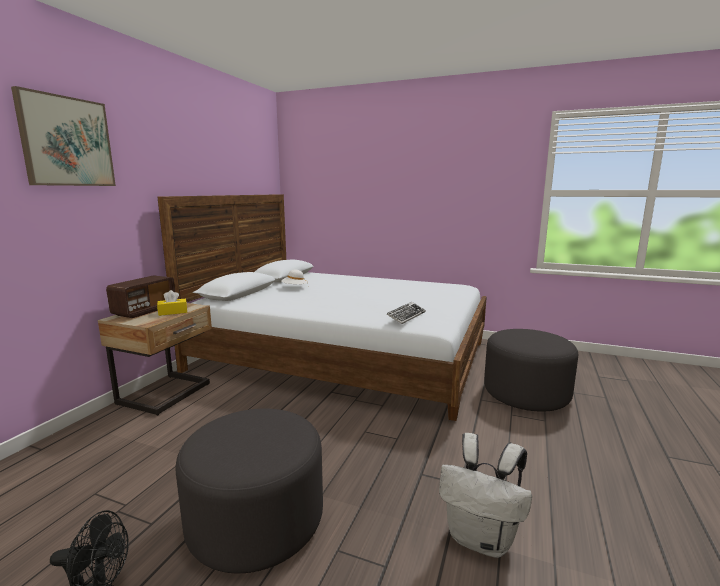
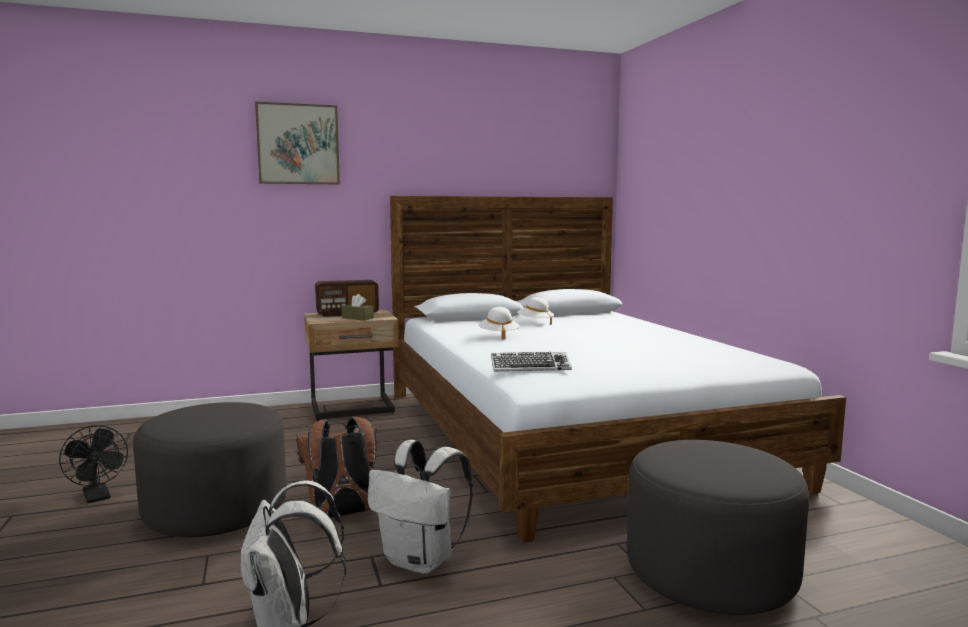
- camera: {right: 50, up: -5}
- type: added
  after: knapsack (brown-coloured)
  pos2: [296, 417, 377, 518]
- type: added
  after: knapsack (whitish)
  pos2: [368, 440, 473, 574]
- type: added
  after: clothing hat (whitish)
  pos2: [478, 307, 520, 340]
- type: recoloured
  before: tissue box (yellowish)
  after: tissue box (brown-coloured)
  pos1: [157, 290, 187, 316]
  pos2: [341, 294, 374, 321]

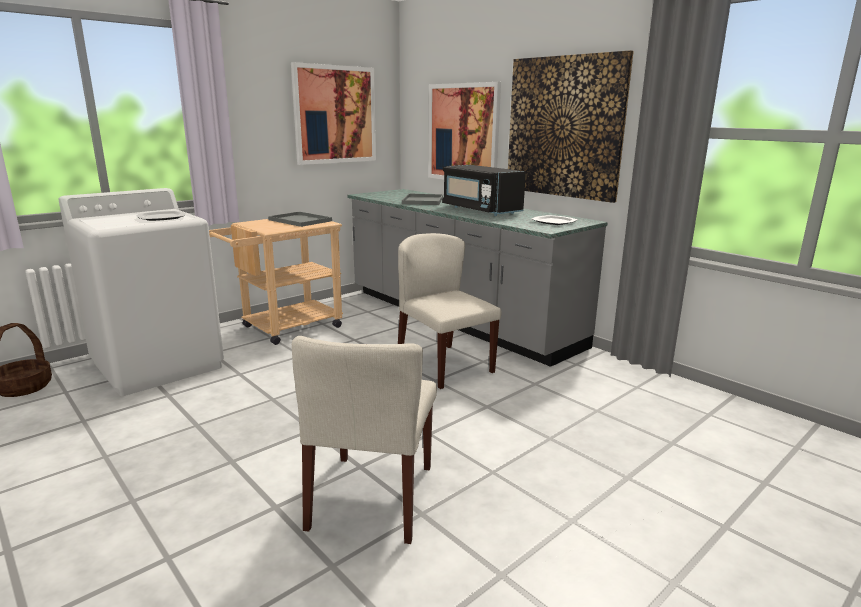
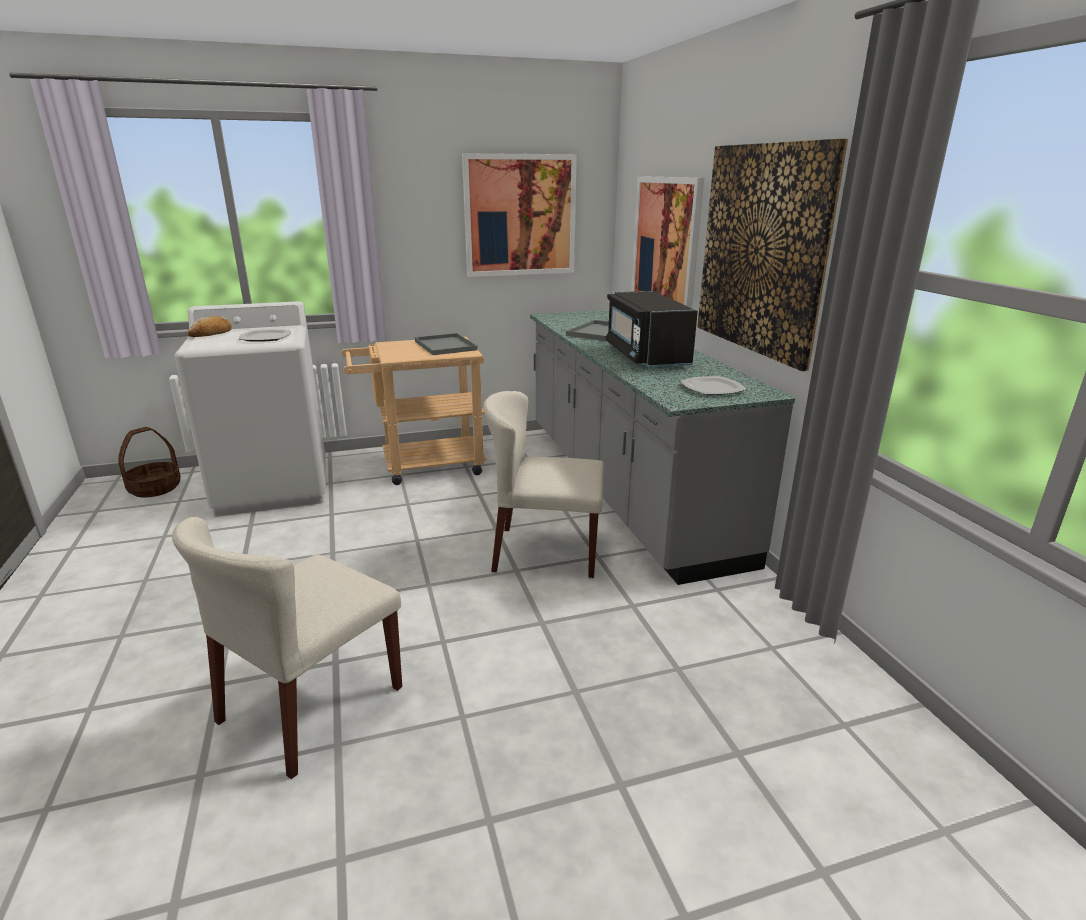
- camera: {right: 25, up: 5}
- type: added
  after: bread
  pos2: [187, 316, 232, 337]
- type: turned
  before: upright chair (beige-coloured)
  pos1: [398, 233, 501, 389]
  pos2: [483, 391, 604, 578]
  turn: -75

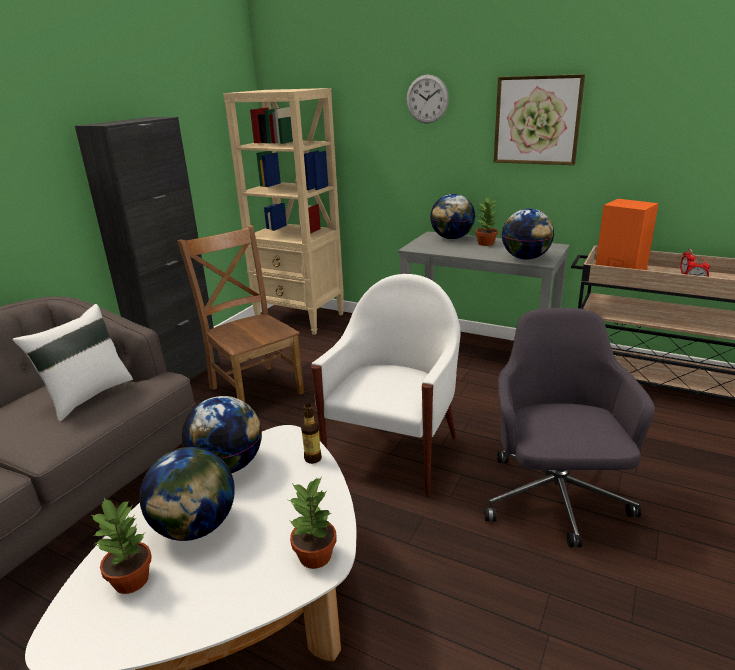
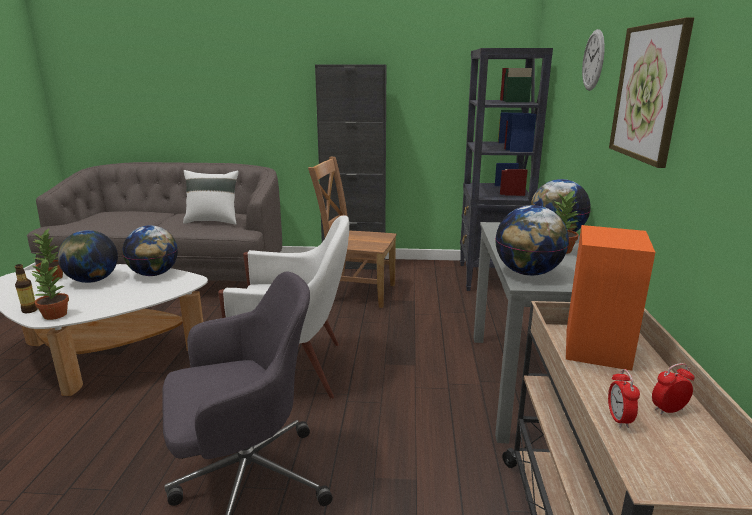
- camera: {right: 65, up: -5}
- type: moved
  before: drink bottle
  pos1: [301, 404, 322, 464]
  pos2: [15, 264, 38, 313]
- type: recoloured
  before: shelving unit (beige-coloured)
  after: shelving unit (black-coloured)
  pos1: [223, 88, 344, 335]
  pos2: [460, 48, 553, 291]
- type: turned
  before: upright chair (brown-coloured)
  pos1: [177, 225, 304, 402]
  pos2: [308, 157, 397, 308]
  turn: -105

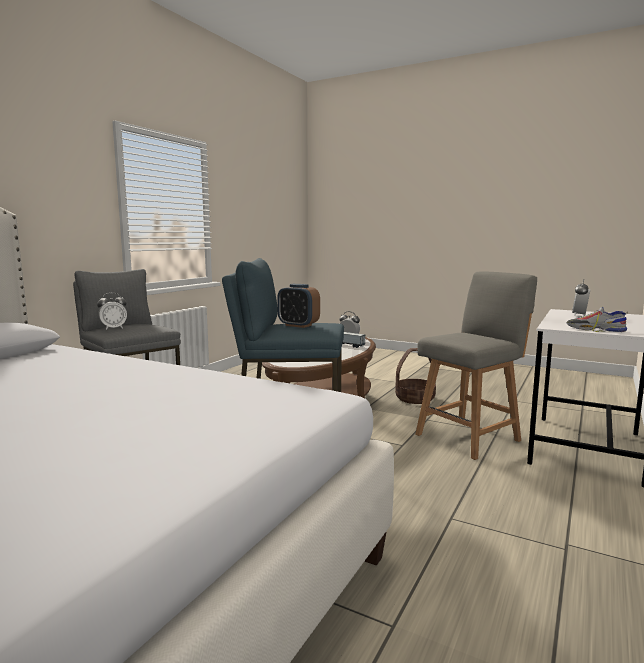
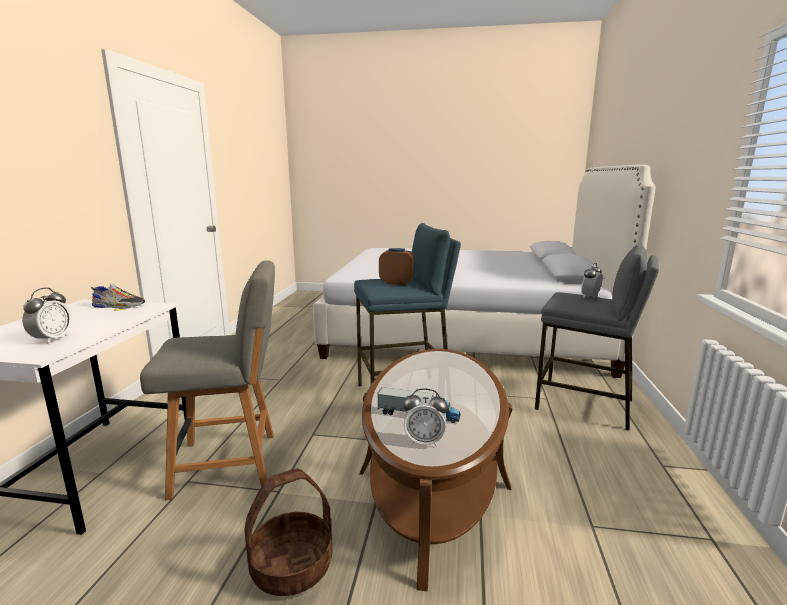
- camera: {right: 160, up: 5}
- type: turned
  before: upright chair (gray)
  pos1: [415, 271, 537, 460]
  pos2: [140, 261, 275, 500]
  turn: -135

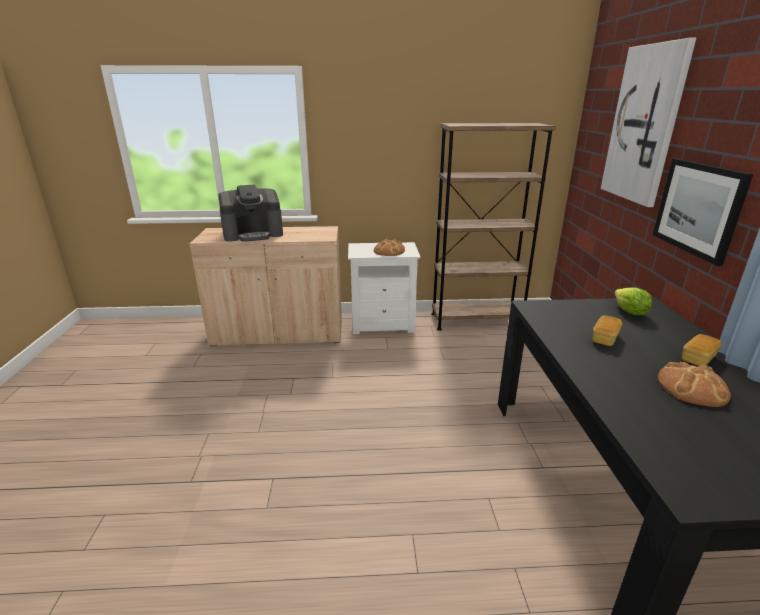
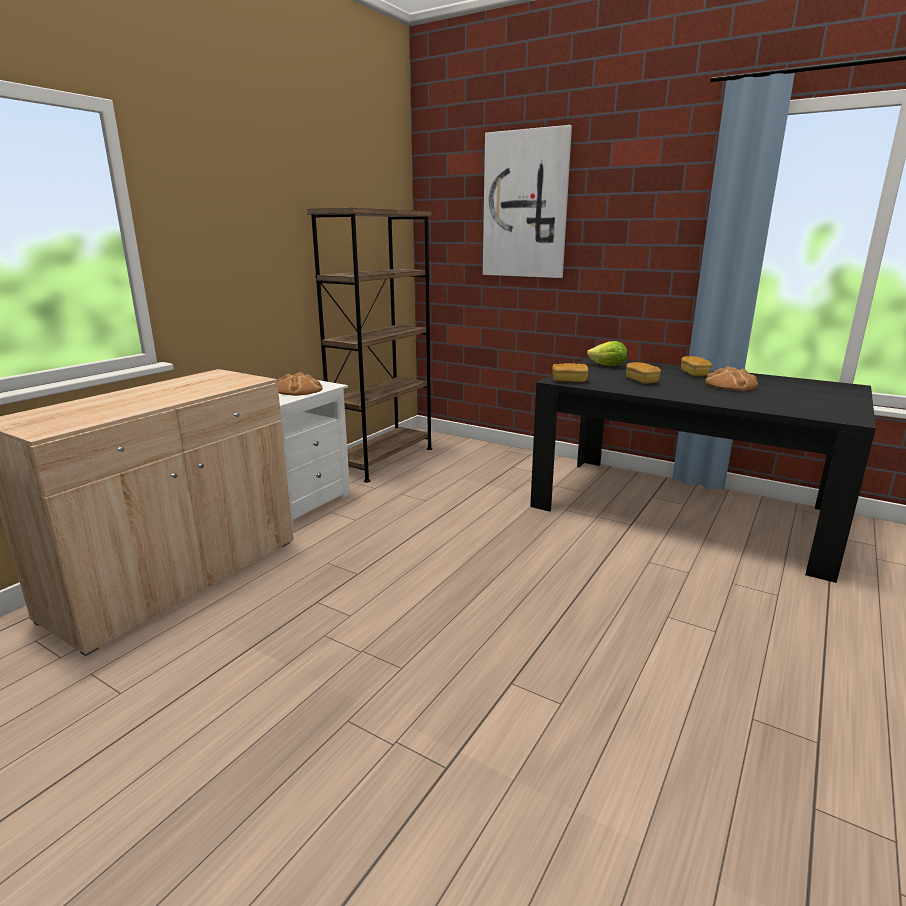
- camera: {right: -55, up: -5}
- type: removed
  before: coffee brewer
  pos1: [218, 185, 283, 242]
- type: removed
  before: wall art
  pos1: [653, 159, 753, 266]
- type: added
  after: bread
  pos2: [552, 363, 588, 382]

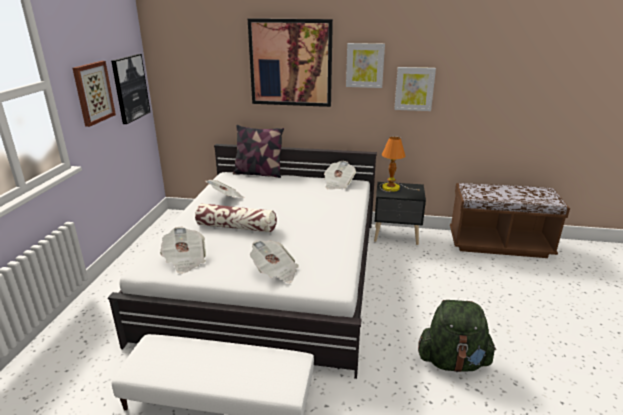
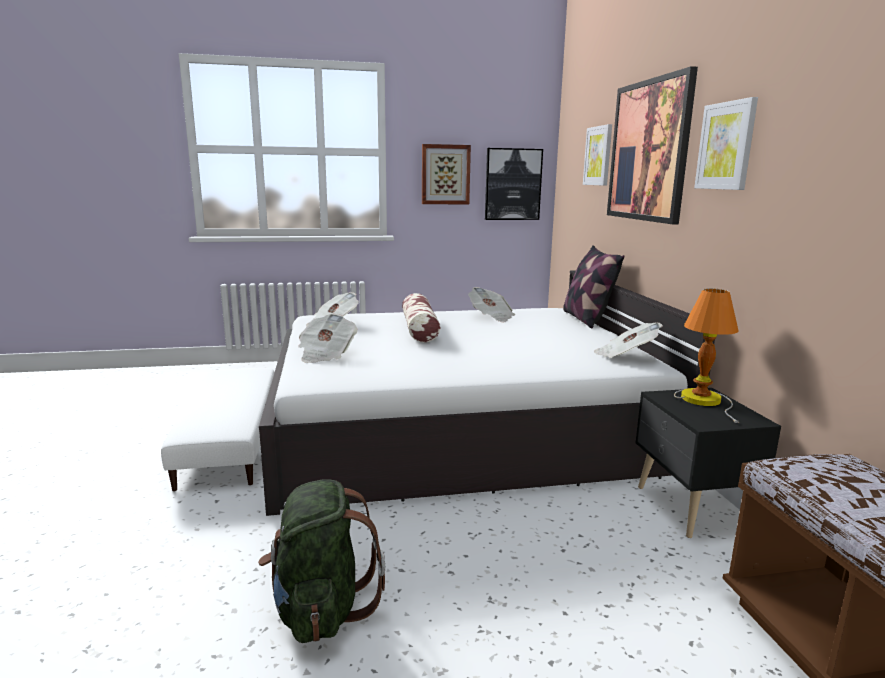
- camera: {right: 70, up: -10}
- type: moved
  before: wall art
  pos1: [394, 67, 436, 111]
  pos2: [583, 124, 612, 186]

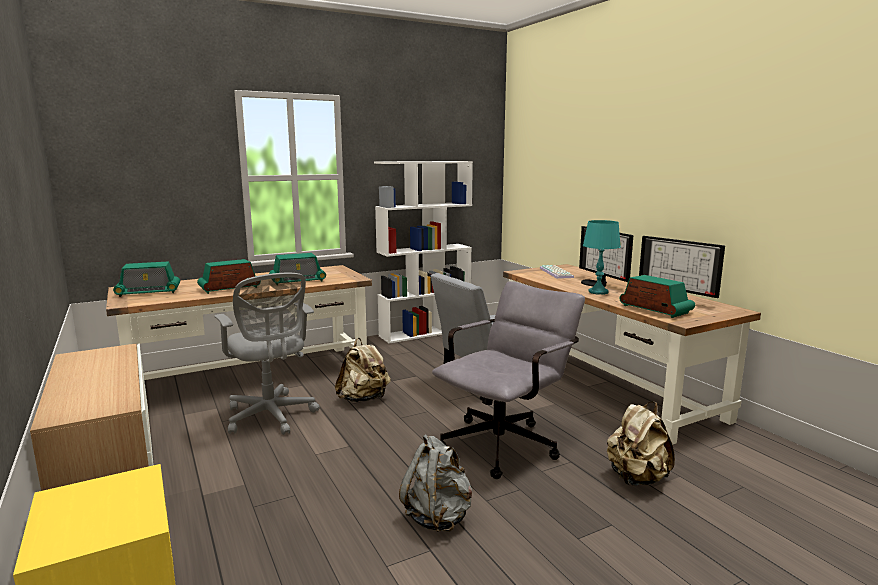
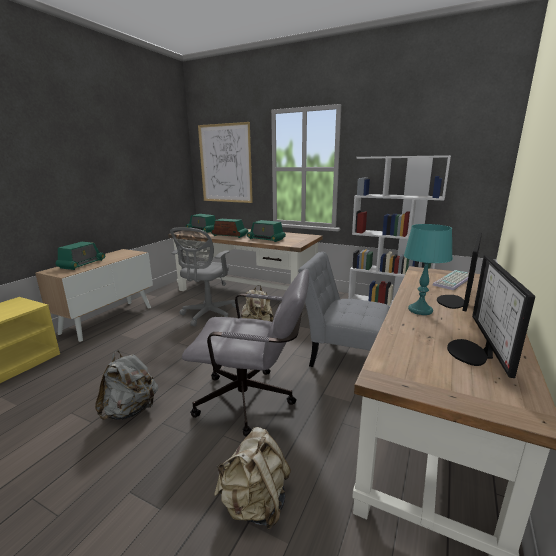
- camera: {right: 55, up: 5}
- type: added
  after: wall art
  pos2: [198, 122, 253, 203]
- type: moved
  before: radio
  pos1: [619, 275, 695, 318]
  pos2: [55, 242, 105, 270]

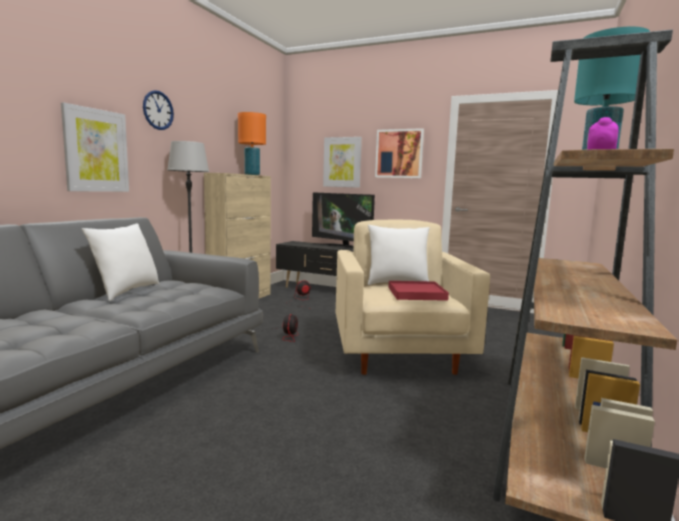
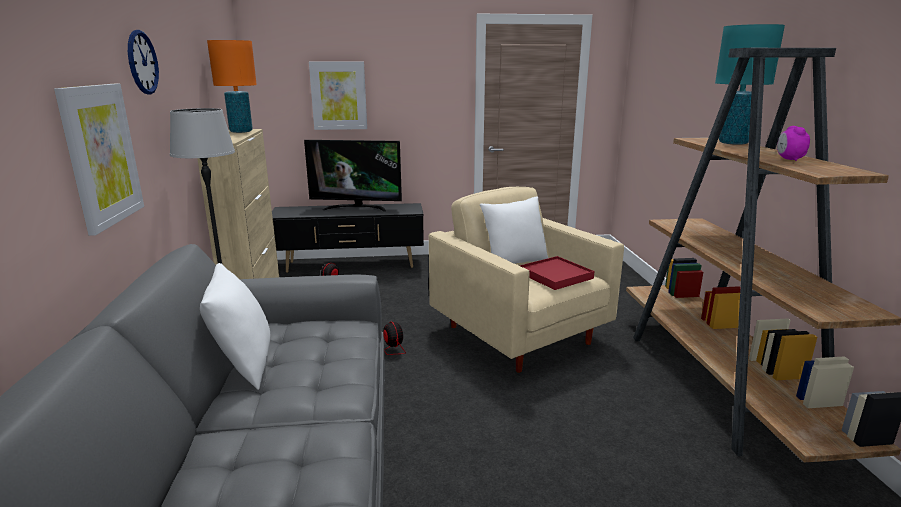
- camera: {right: -30, up: 10}
- type: removed
  before: wall art
  pos1: [375, 128, 424, 178]

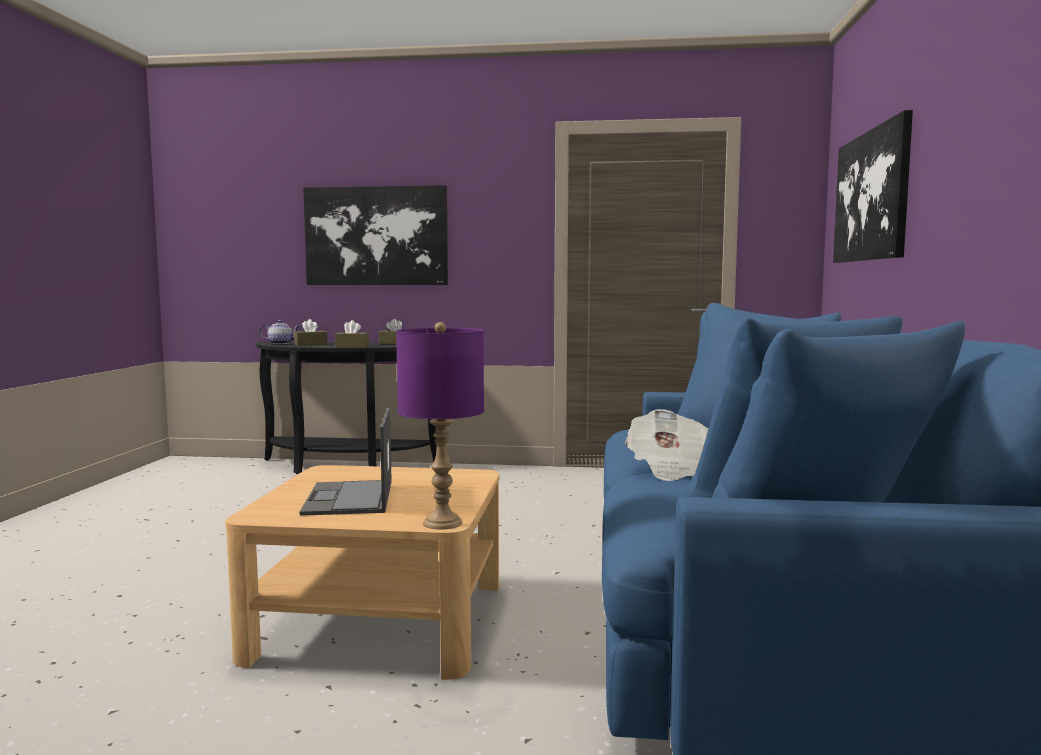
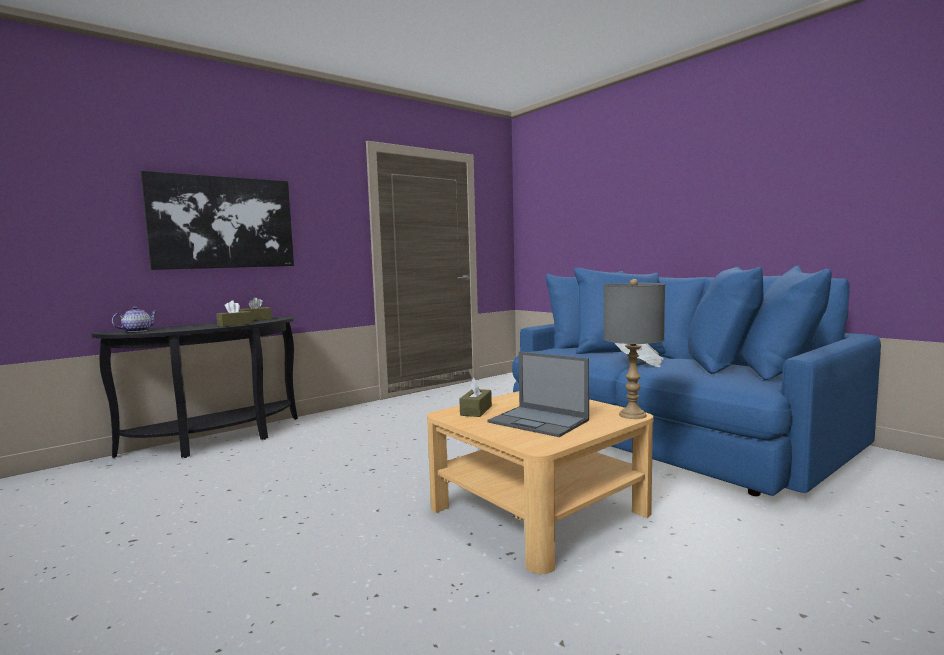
- camera: {right: -45, up: 0}
- type: removed
  before: wall art
  pos1: [833, 110, 913, 263]
- type: moved
  before: tissue box (brown-coloured)
  pos1: [294, 319, 328, 346]
  pos2: [459, 378, 492, 417]
- type: recoloured
  before: table lamp (purple)
  after: table lamp (gray)
  pos1: [396, 322, 484, 530]
  pos2: [604, 279, 665, 419]

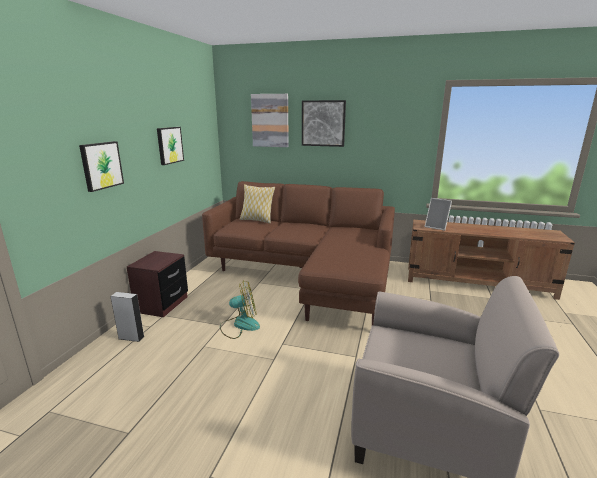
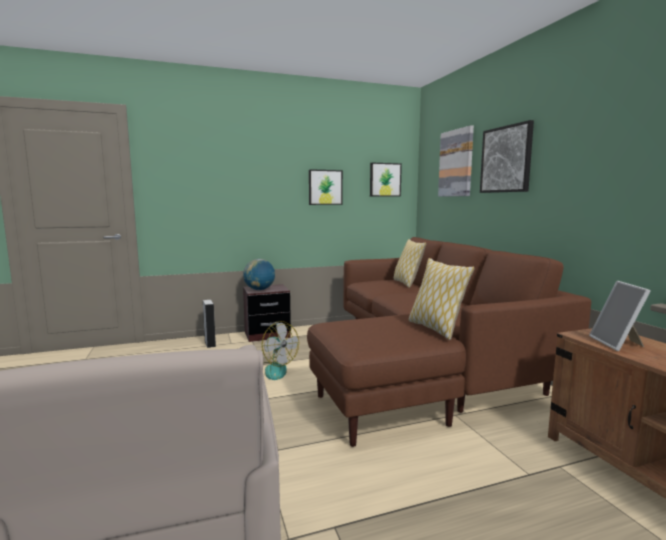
- camera: {right: 55, up: -10}
- type: added
  after: globe
  pos2: [243, 259, 275, 290]
- type: added
  after: throw pillow
  pos2: [408, 258, 475, 340]
- type: moved
  before: wall art
  pos1: [79, 141, 124, 192]
  pos2: [370, 163, 402, 197]

